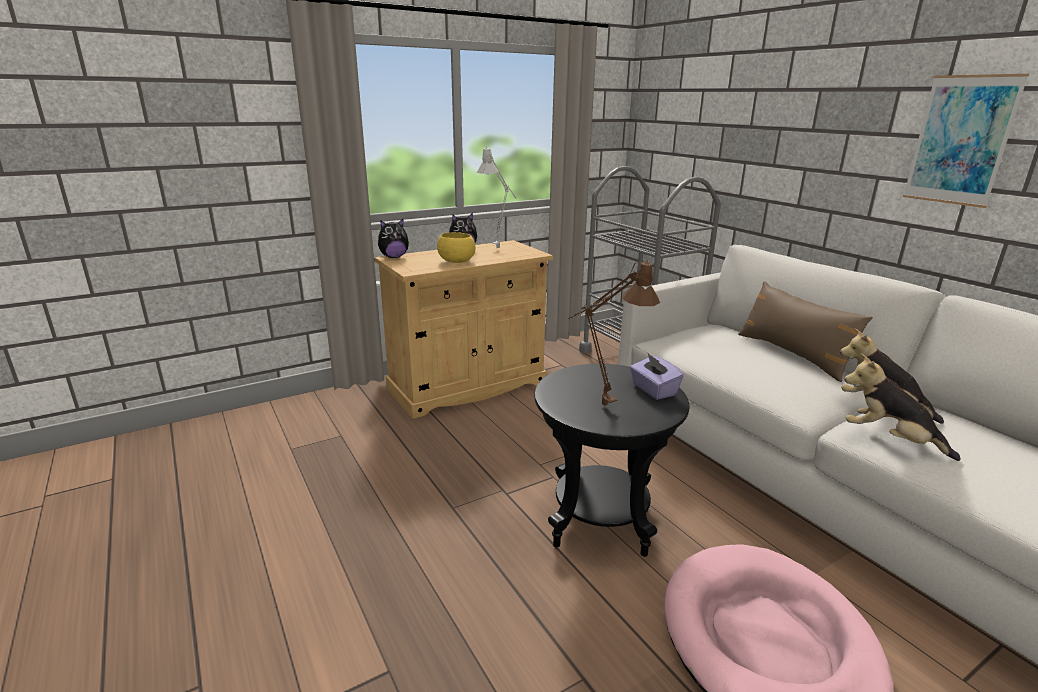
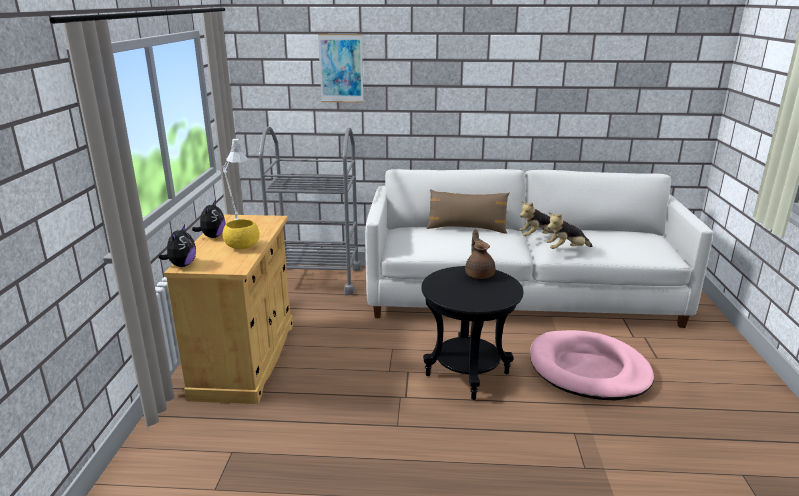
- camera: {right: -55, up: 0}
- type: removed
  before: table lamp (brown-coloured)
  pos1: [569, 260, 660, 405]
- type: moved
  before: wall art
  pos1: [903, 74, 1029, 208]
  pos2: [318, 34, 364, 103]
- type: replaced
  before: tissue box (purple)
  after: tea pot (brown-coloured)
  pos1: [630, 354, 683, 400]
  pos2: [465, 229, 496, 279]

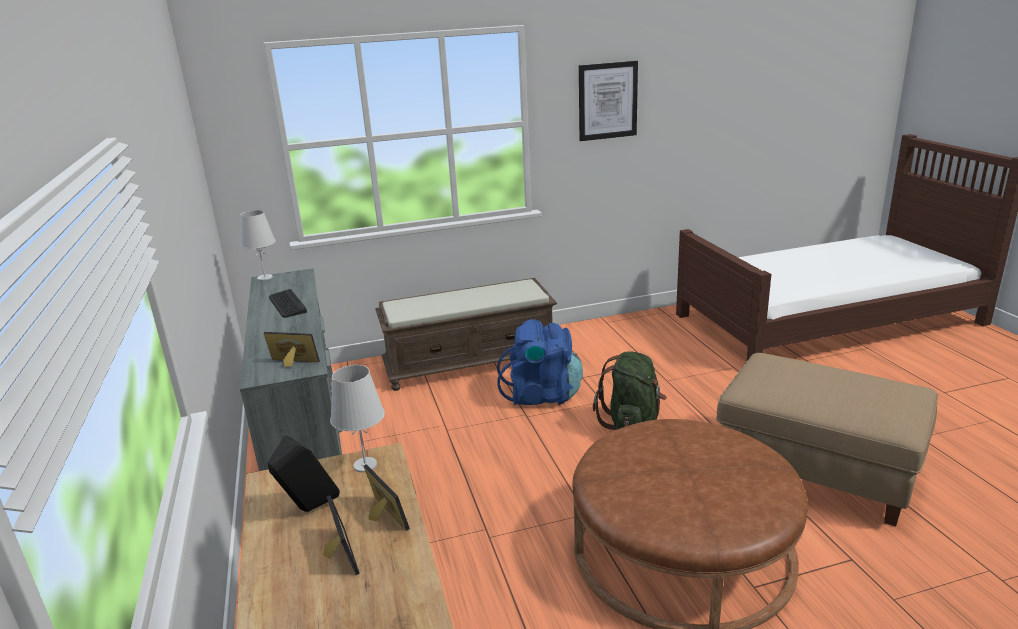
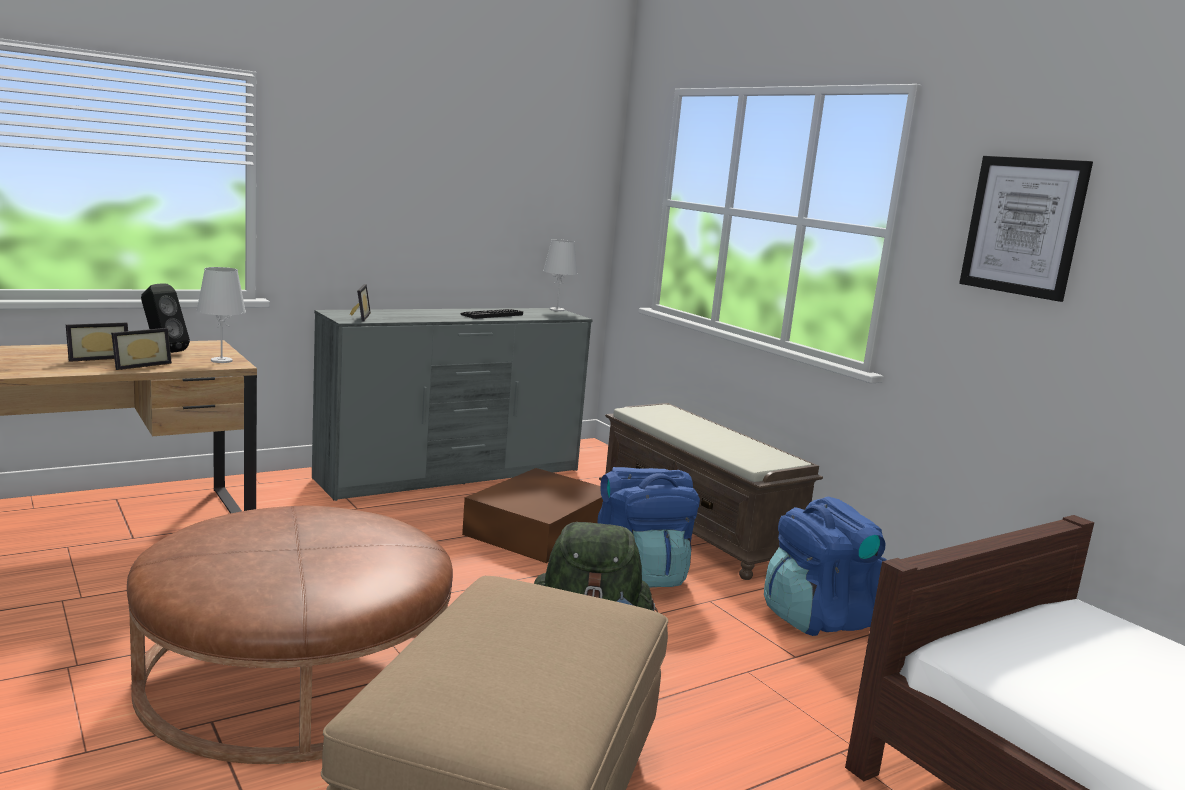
- camera: {right: 70, up: -10}
- type: added
  after: storage container (brown-coloured)
  pos2: [462, 468, 603, 563]
- type: added
  after: knapsack (bluish)
  pos2: [764, 497, 886, 636]

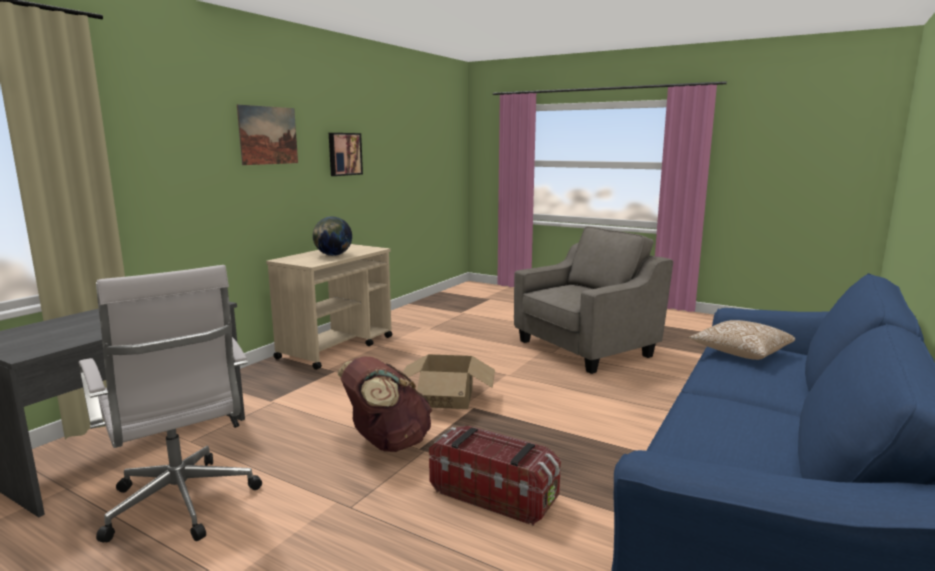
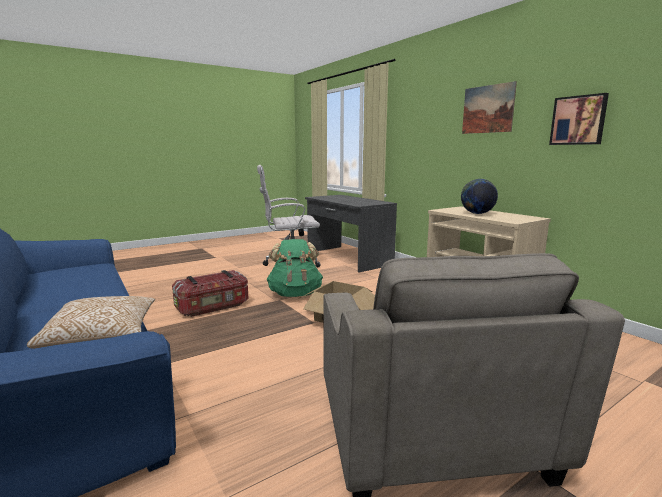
- camera: {right: 115, up: 0}
- type: recoloured
  before: knapsack (brown-coloured)
  after: knapsack (greenish)
  pos1: [338, 356, 433, 452]
  pos2: [267, 239, 323, 297]

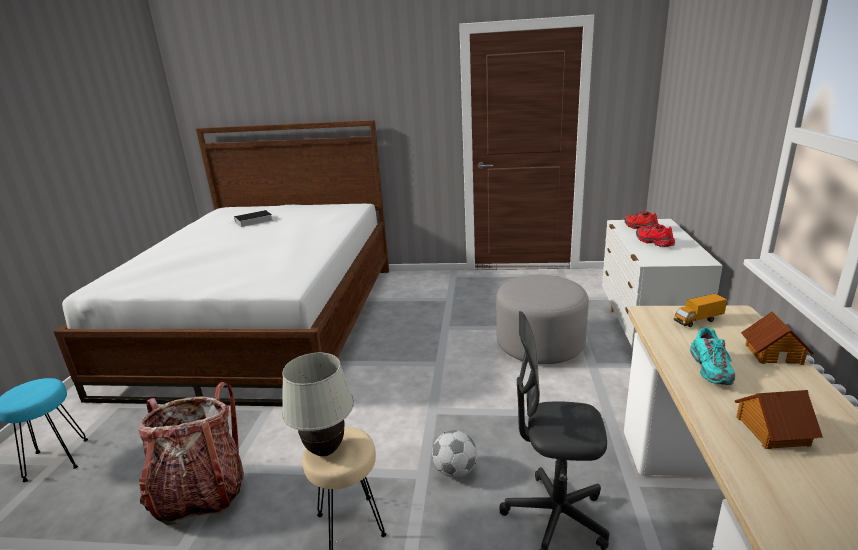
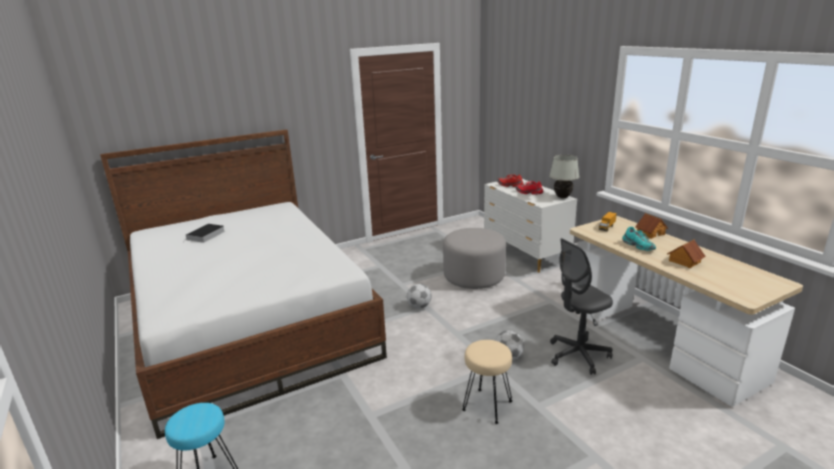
- camera: {right: -35, up: 0}
- type: removed
  before: knapsack
  pos1: [138, 382, 244, 525]
- type: added
  after: football
  pos2: [407, 284, 431, 309]
- type: moved
  before: table lamp (whitish)
  pos1: [282, 353, 354, 456]
  pos2: [549, 155, 579, 198]

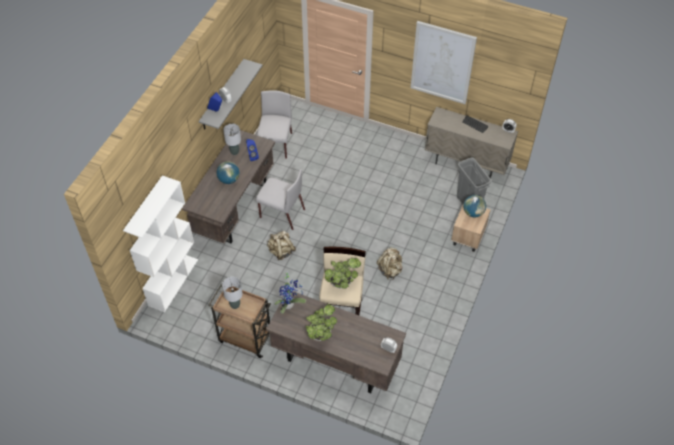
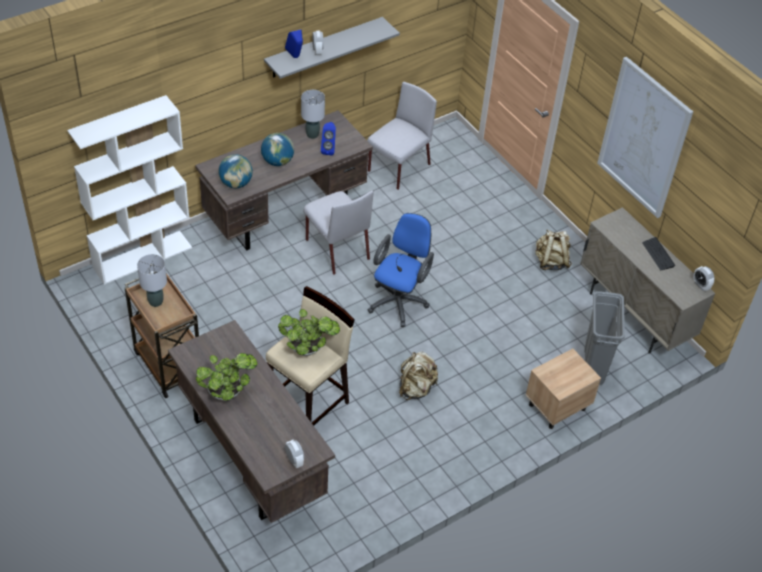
- camera: {right: 30, up: -5}
- type: removed
  before: plant in a pot
  pos1: [274, 271, 306, 314]
- type: added
  after: office chair (bluish)
  pos2: [368, 213, 434, 327]
- type: moved
  before: knapsack (beige-coloured)
  pos1: [267, 231, 296, 260]
  pos2: [535, 230, 572, 270]
- type: moved
  before: globe
  pos1: [463, 195, 486, 218]
  pos2: [218, 154, 253, 188]

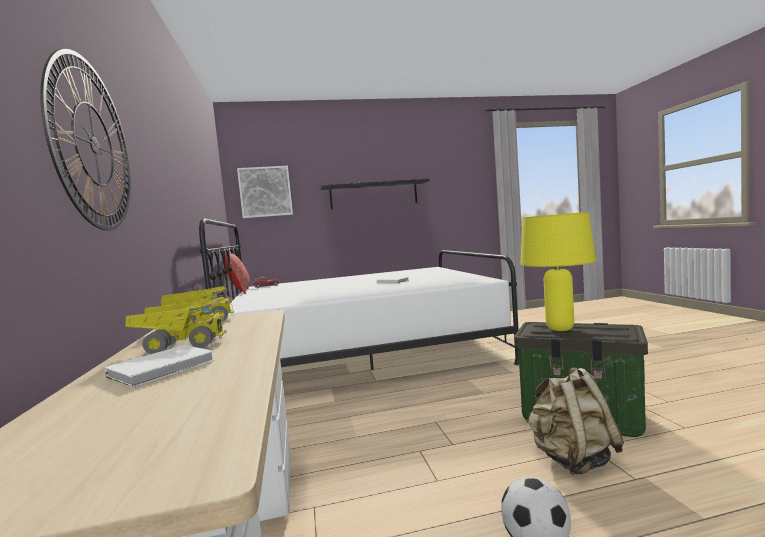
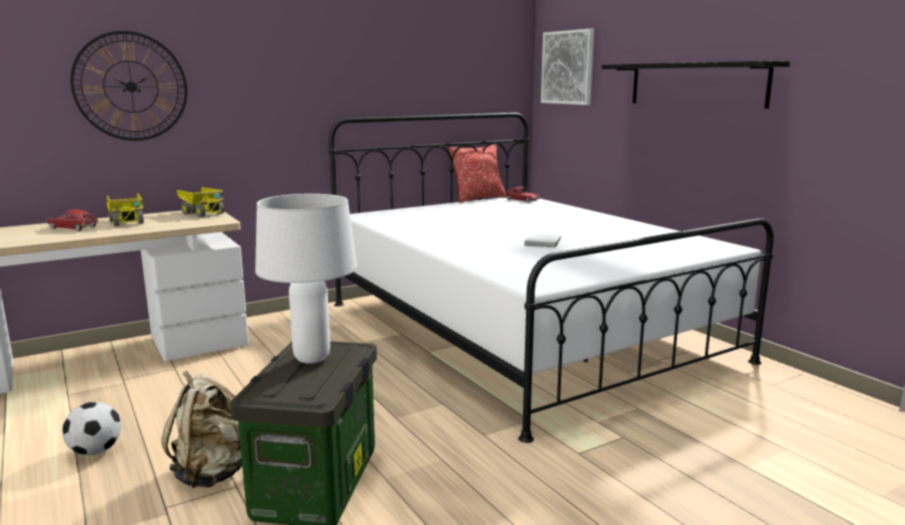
- camera: {right: 70, up: 10}
- type: replaced
  before: book (whitish)
  after: model car
  pos1: [104, 345, 215, 387]
  pos2: [46, 209, 98, 231]
- type: recoloured
  before: table lamp (yellowish)
  after: table lamp (whitish)
  pos1: [520, 212, 596, 331]
  pos2: [255, 194, 357, 363]

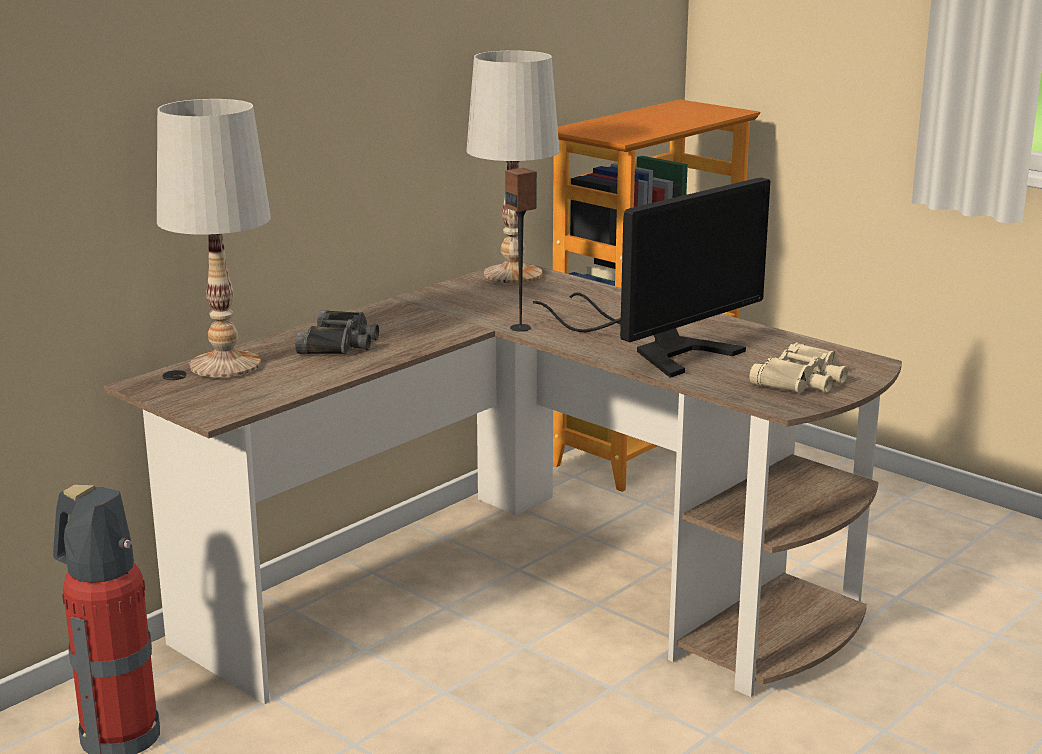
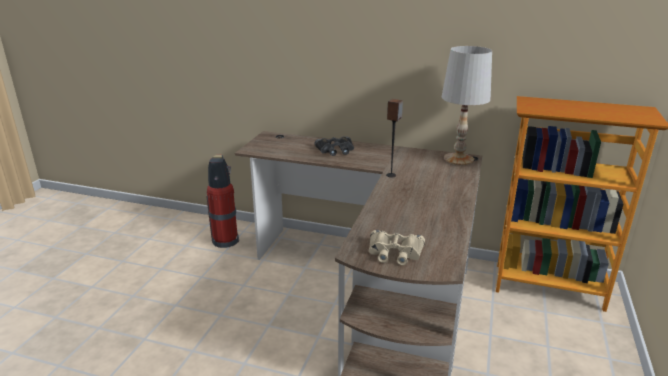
- camera: {right: 65, up: 5}
- type: removed
  before: table lamp (whitish)
  pos1: [157, 99, 271, 378]
- type: removed
  before: computer display
  pos1: [533, 178, 770, 378]

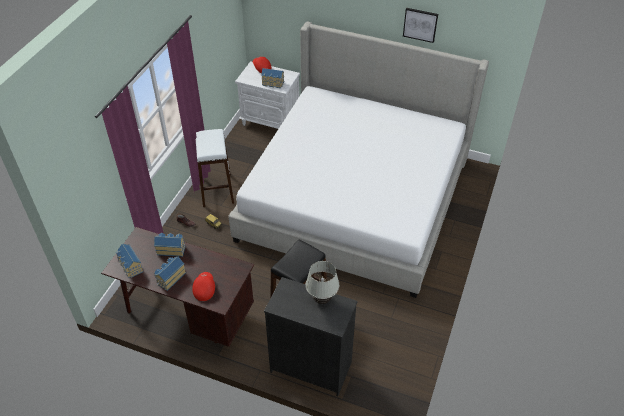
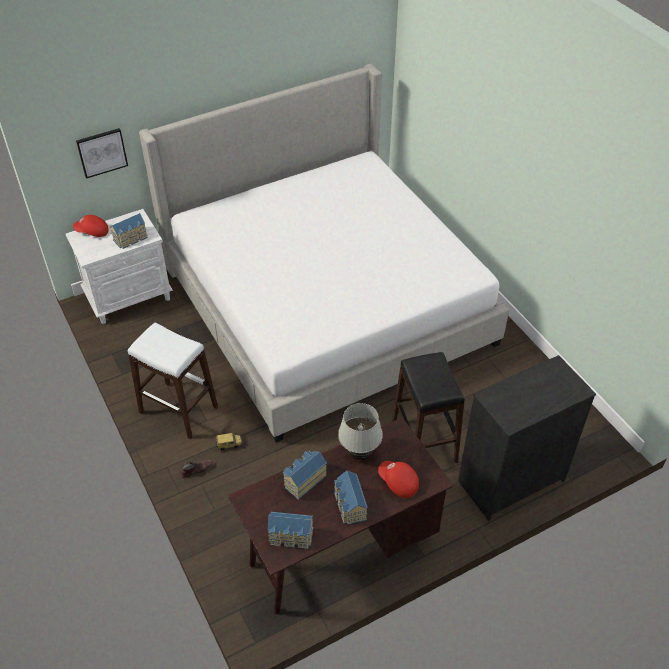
- camera: {right: -50, up: 0}
- type: moved
  before: table lamp (whitish)
  pos1: [306, 261, 339, 304]
  pos2: [338, 403, 383, 460]
- type: moved
  before: wall art
  pos1: [403, 8, 438, 43]
  pos2: [76, 128, 128, 179]

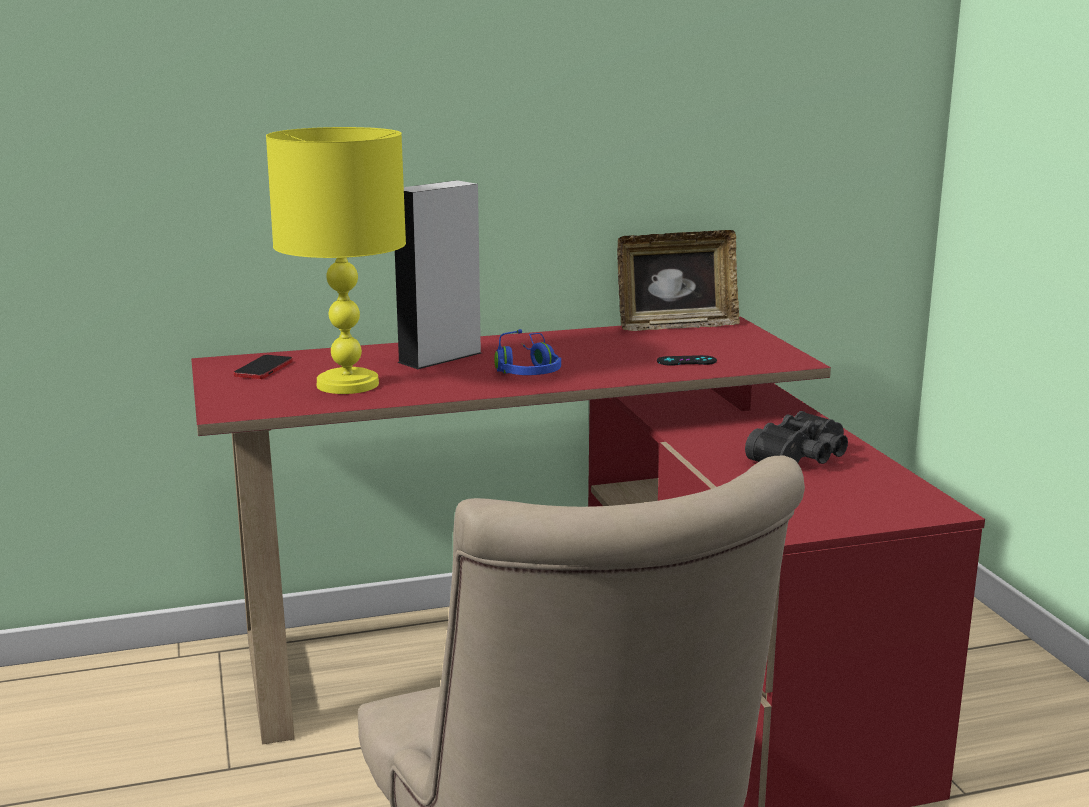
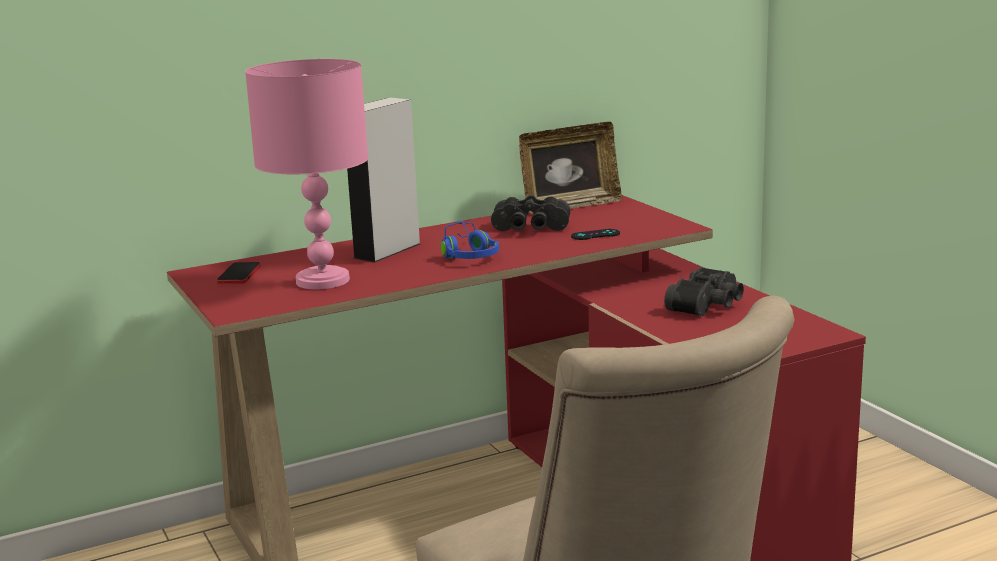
- camera: {right: -10, up: 0}
- type: added
  after: binoculars (black-coloured)
  pos2: [491, 195, 570, 231]
- type: recoloured
  before: table lamp (yellowish)
  after: table lamp (pink)
  pos1: [266, 127, 406, 394]
  pos2: [245, 59, 368, 290]

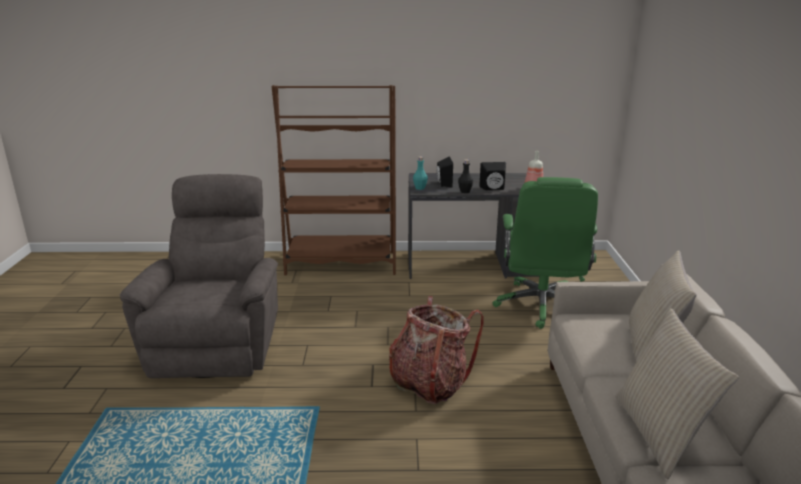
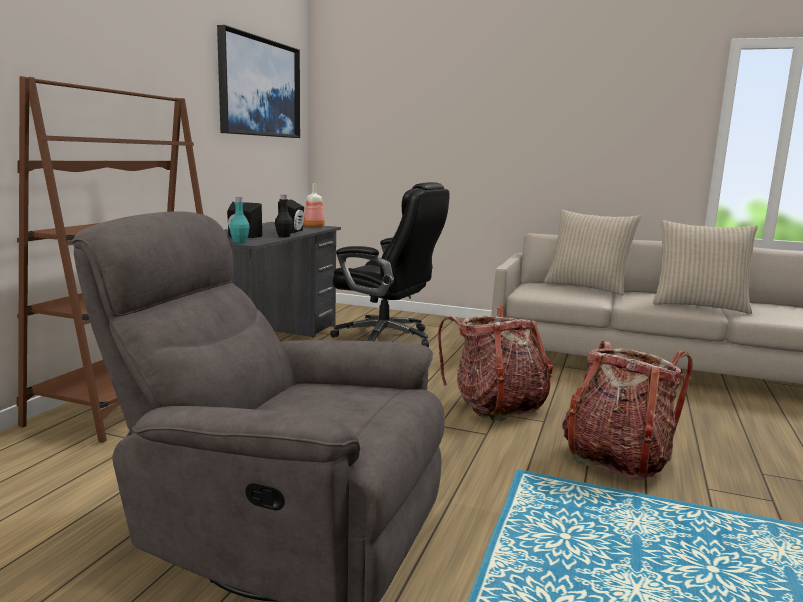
- camera: {right: -70, up: -10}
- type: added
  after: wall art
  pos2: [217, 25, 300, 138]
- type: added
  after: knapsack
  pos2: [562, 341, 693, 481]
- type: recoloured
  before: office chair (greenish)
  after: office chair (black-coloured)
  pos1: [493, 177, 598, 329]
  pos2: [330, 182, 450, 347]

